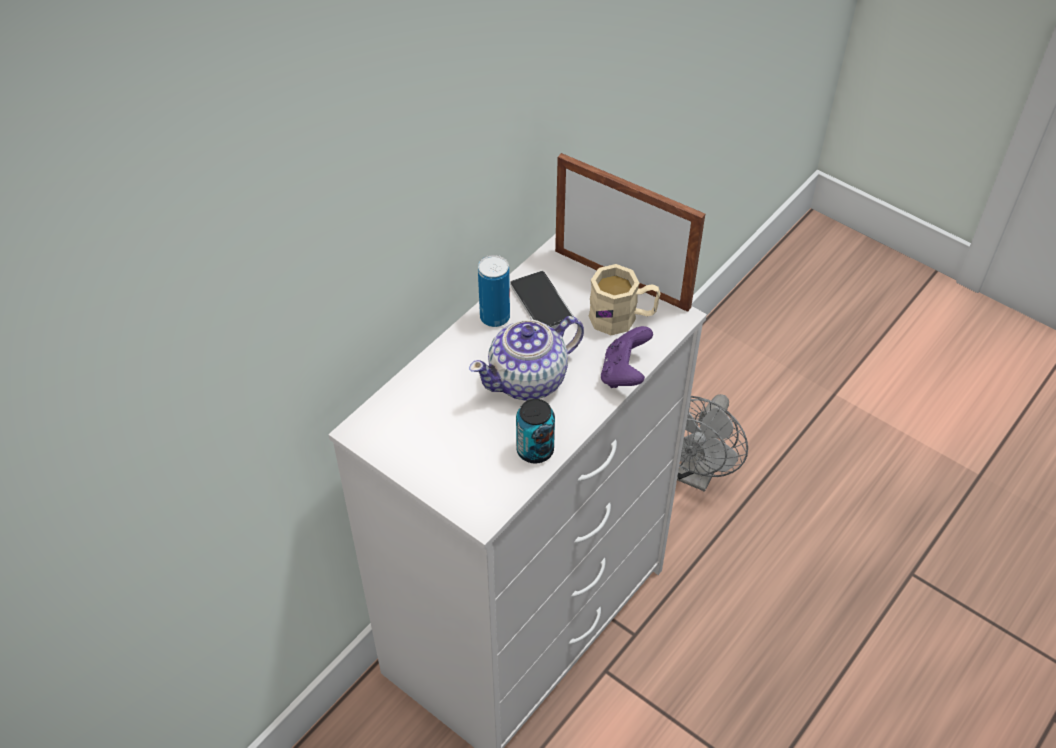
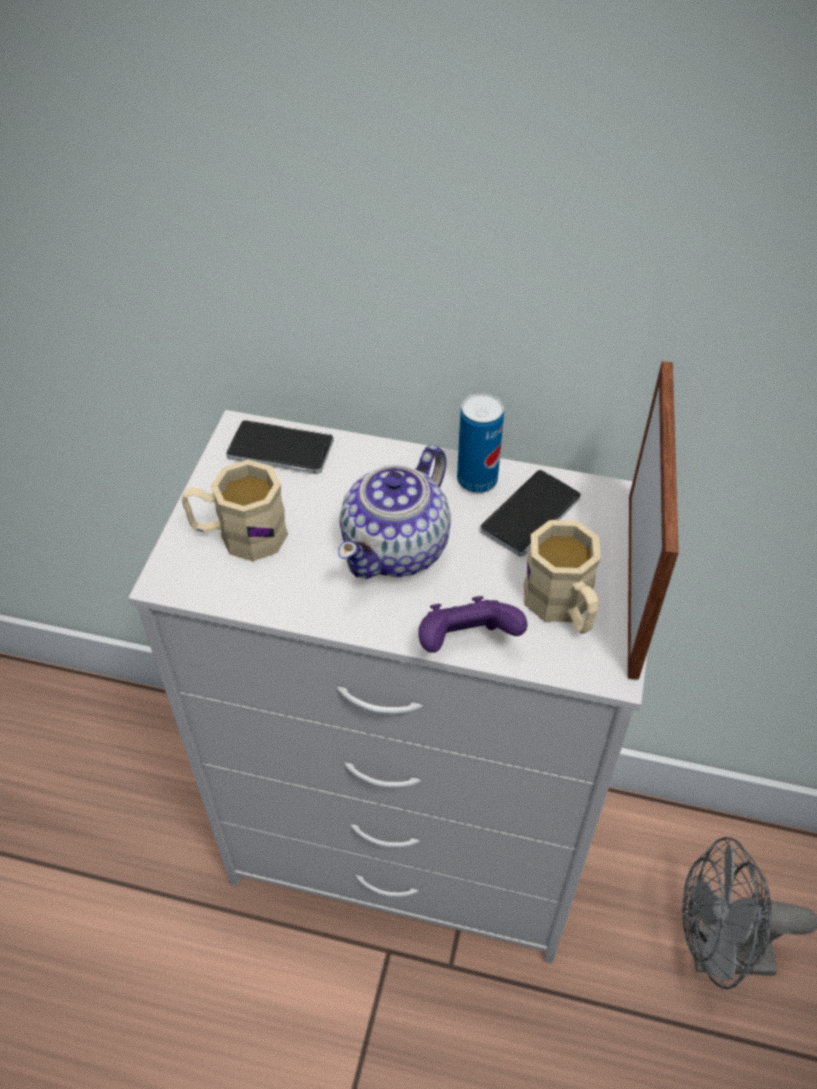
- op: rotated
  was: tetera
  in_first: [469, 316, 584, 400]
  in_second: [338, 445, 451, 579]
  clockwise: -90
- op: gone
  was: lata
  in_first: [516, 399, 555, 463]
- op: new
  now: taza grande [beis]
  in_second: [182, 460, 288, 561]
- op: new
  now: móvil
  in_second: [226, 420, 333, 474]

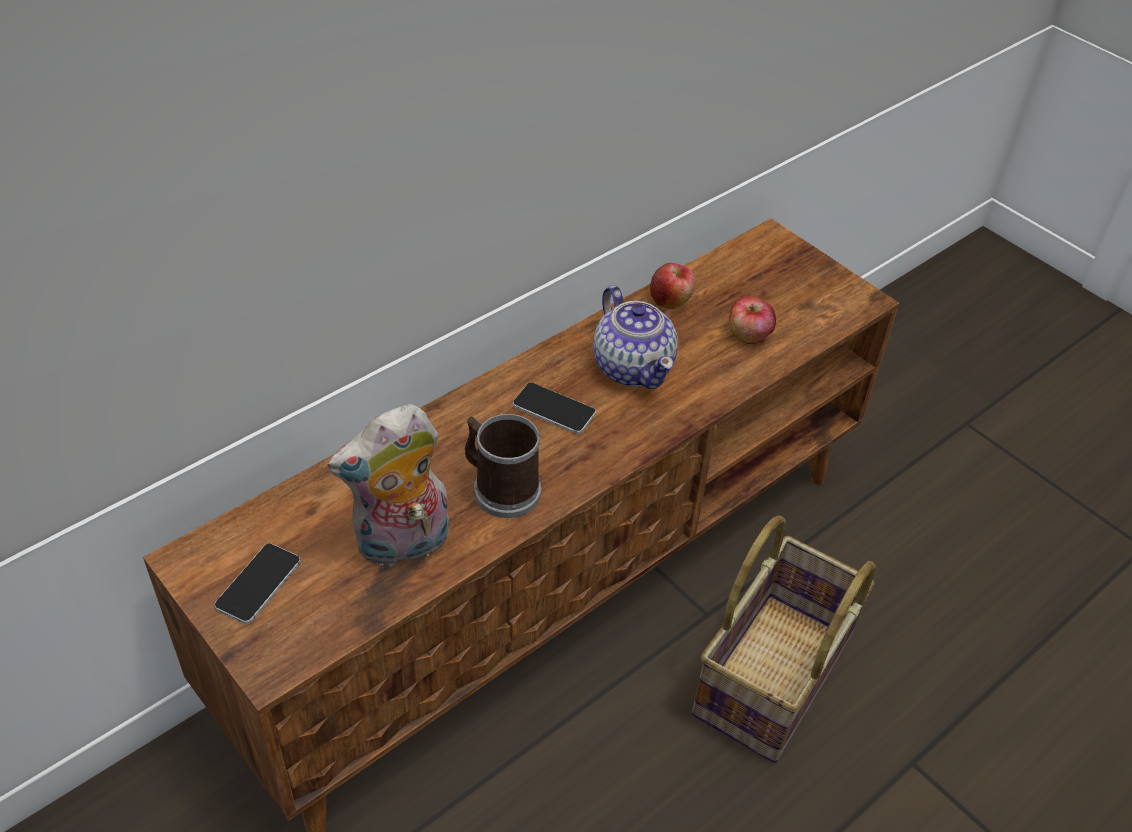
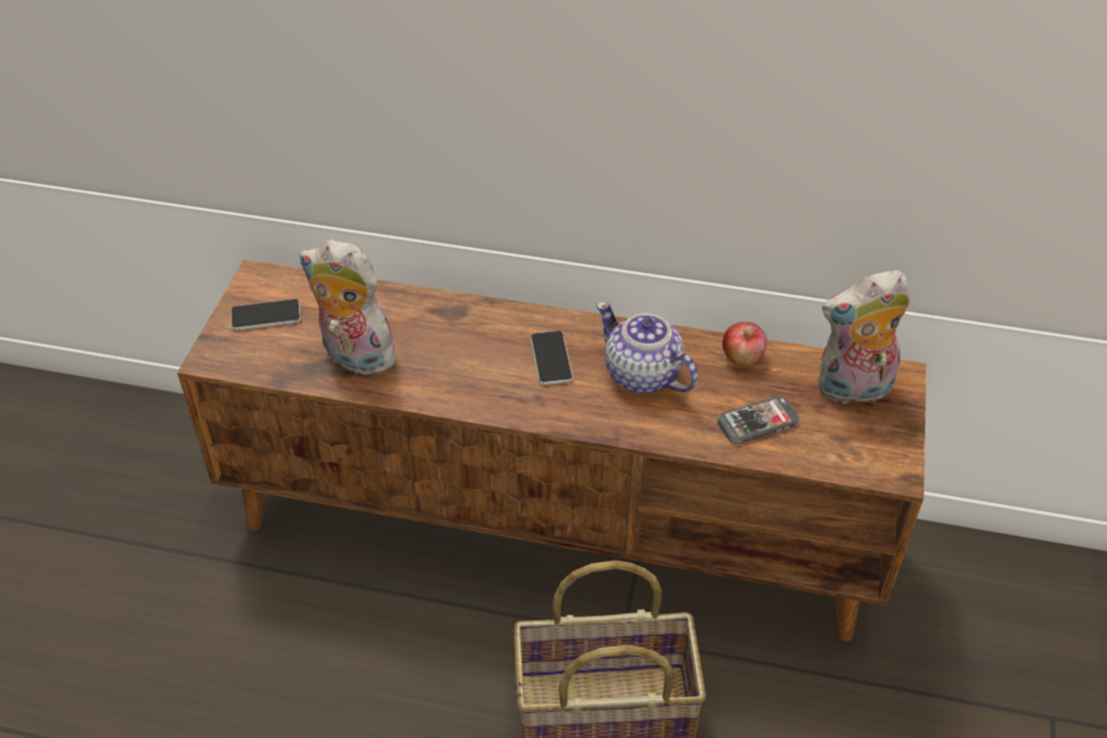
- op: gone
  was: taza grande
  in_first: [465, 414, 541, 518]
- op: rotated
  was: tetera
  in_first: [593, 285, 678, 389]
  in_second: [596, 302, 698, 393]
  clockwise: 105
- op: swapped
  was: manzana
  now: móvil
  in_first: [729, 296, 776, 345]
  in_second: [718, 396, 800, 444]
- op: new
  now: peluche
  in_second: [818, 270, 911, 407]

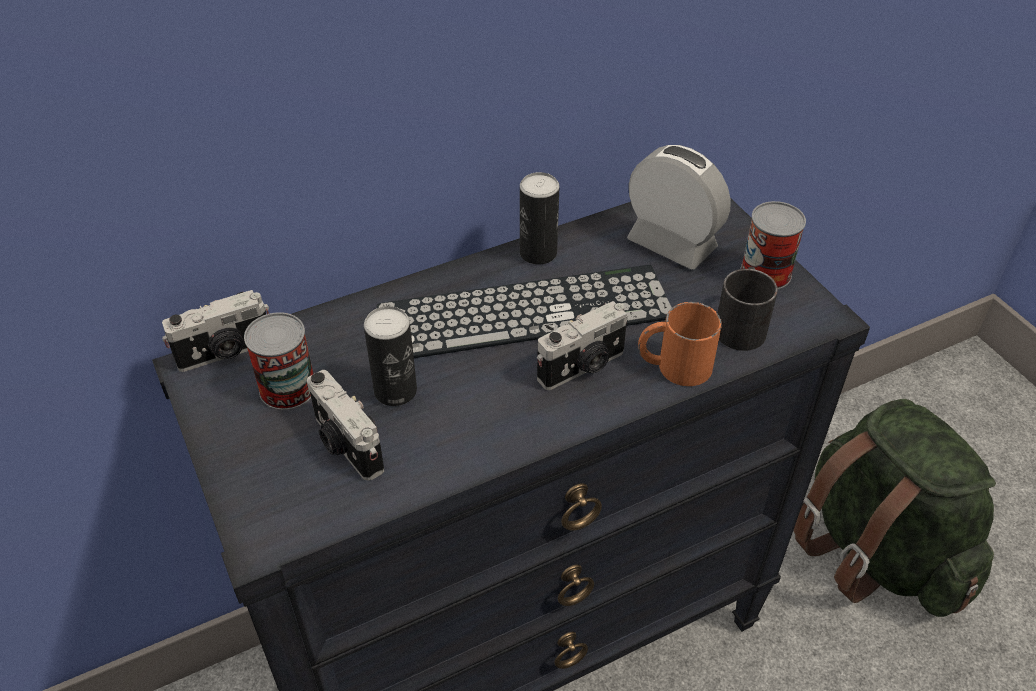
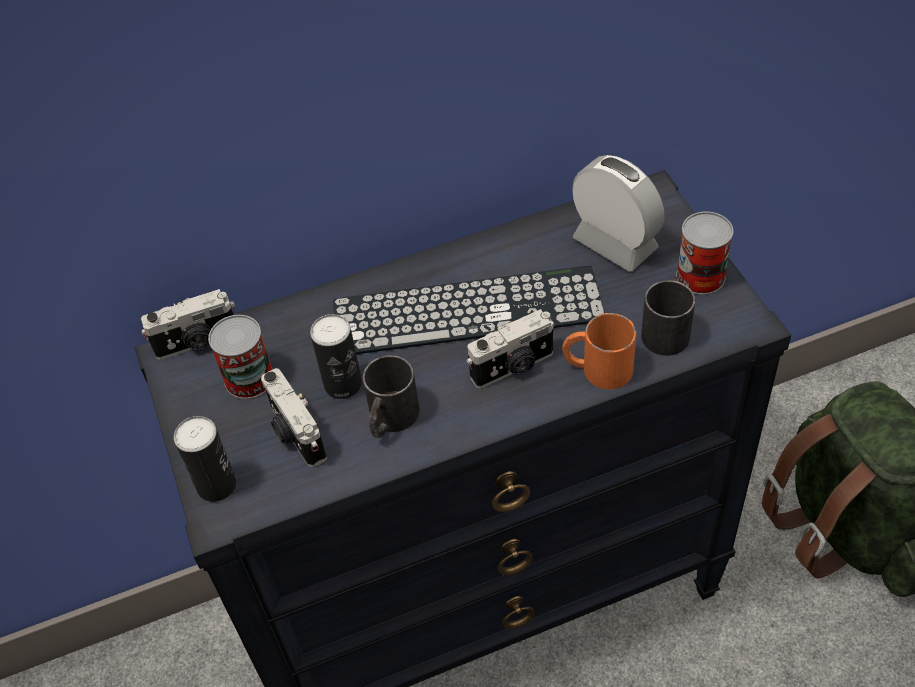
- op: shifted
  was: lata
  in_first: [520, 172, 559, 265]
  in_second: [174, 416, 237, 502]
- op: new
  now: taza grande [negro]
  in_second: [363, 355, 420, 438]

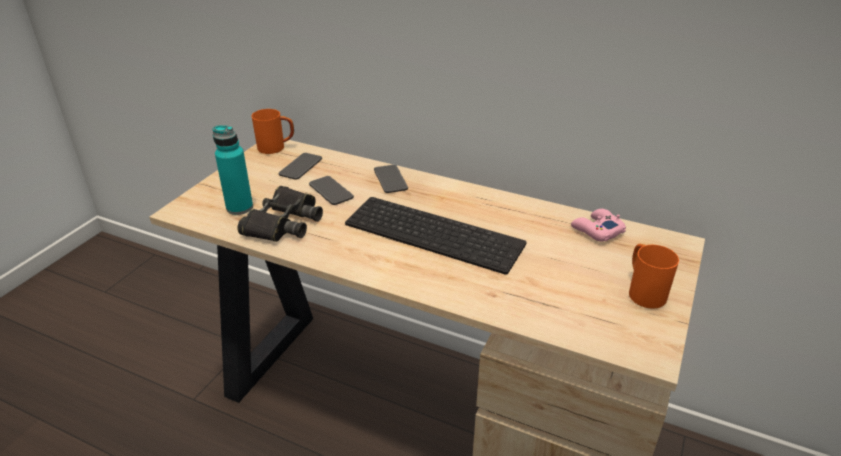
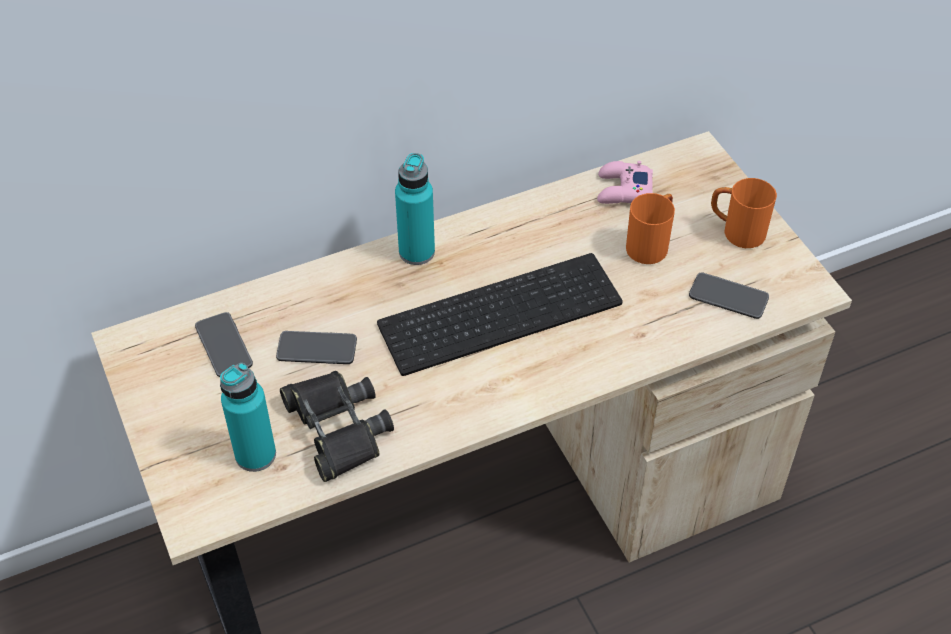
- op: shifted
  was: taza grande [naranja]
  in_first: [252, 109, 294, 154]
  in_second: [626, 193, 675, 264]
- op: shifted
  was: móvil
  in_first: [374, 165, 408, 193]
  in_second: [689, 272, 769, 319]
- op: new
  now: botella [turquesa]
  in_second: [395, 153, 435, 265]

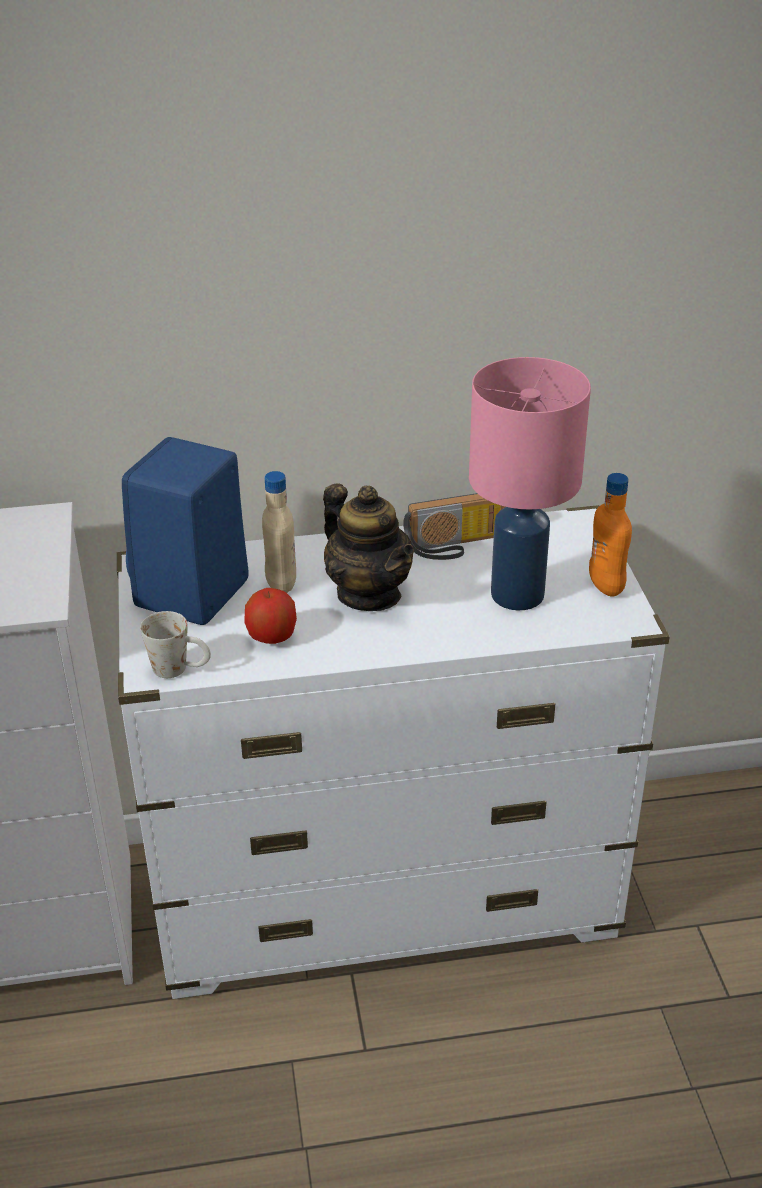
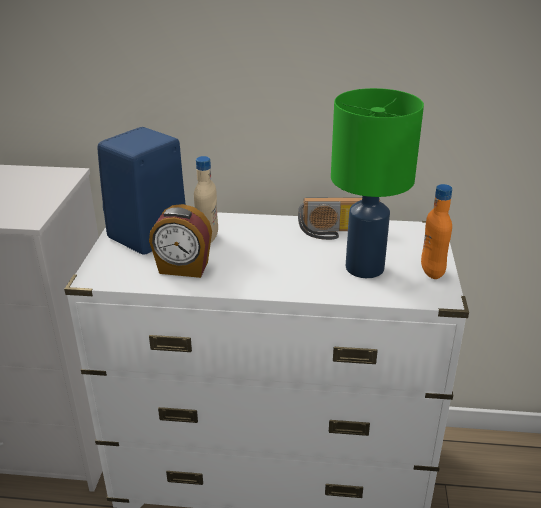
- op: gone
  was: taza grande [blanco]
  in_first: [140, 611, 211, 678]
- op: swapped
  was: manzana
  now: despertador
  in_first: [244, 588, 297, 644]
  in_second: [149, 204, 212, 278]
- op: gone
  was: tetera
  in_first: [323, 483, 414, 611]
- op: repainted
  was: lámpara de mesa [rosa]
  now: lámpara de mesa [verde]
  in_first: [469, 357, 591, 610]
  in_second: [331, 88, 424, 278]

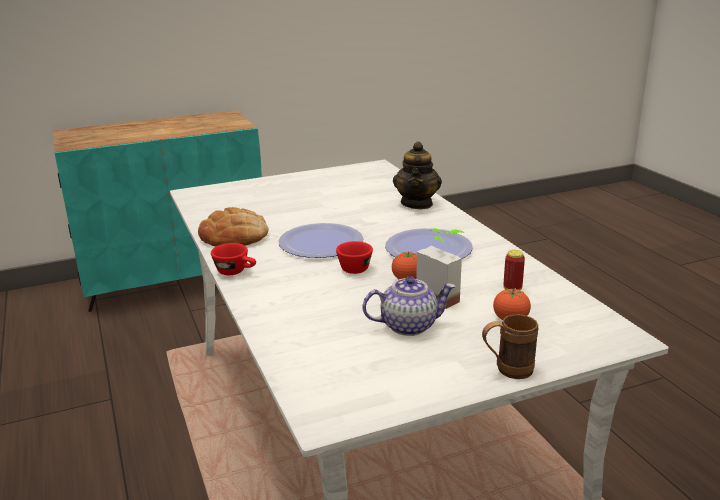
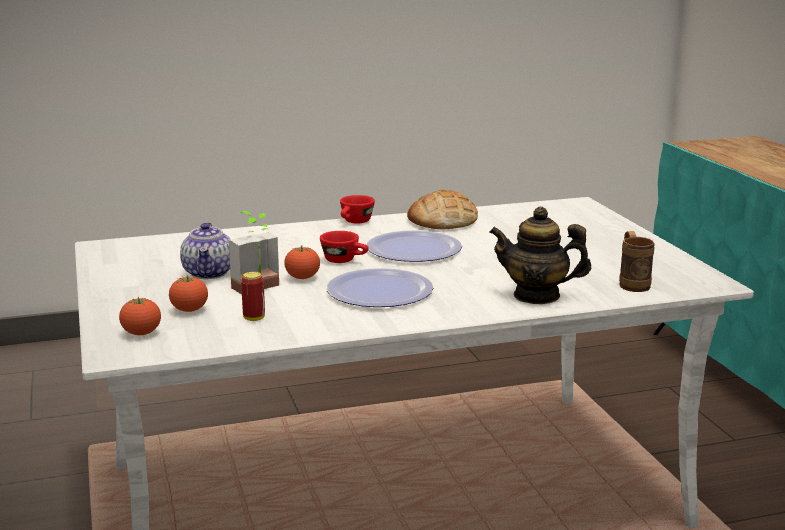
- op: shifted
  was: taza grande [marrón]
  in_first: [482, 314, 539, 379]
  in_second: [619, 231, 655, 292]
- op: new
  now: tomate
  in_second: [119, 297, 161, 335]

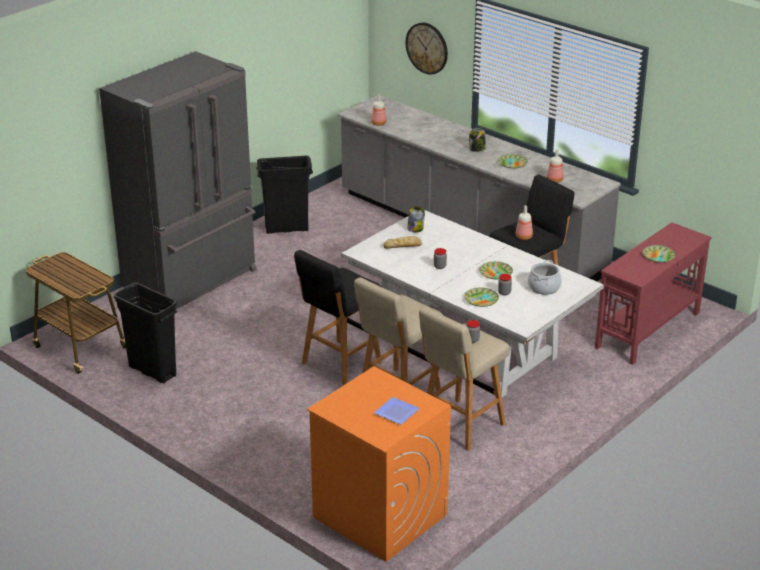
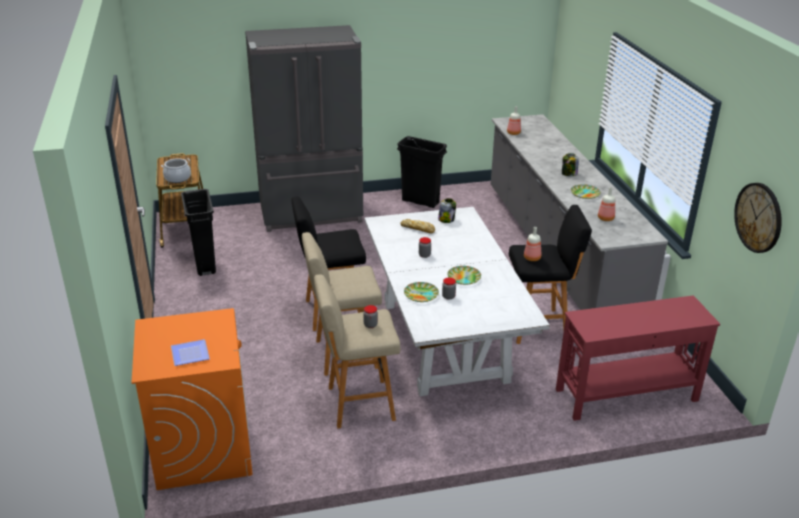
- op: shifted
  was: reloj de pared
  in_first: [406, 23, 448, 74]
  in_second: [734, 183, 782, 253]
- op: shifted
  was: olla
  in_first: [528, 260, 562, 295]
  in_second: [161, 158, 191, 183]
- op: gone
  was: plato
  in_first: [643, 245, 676, 263]

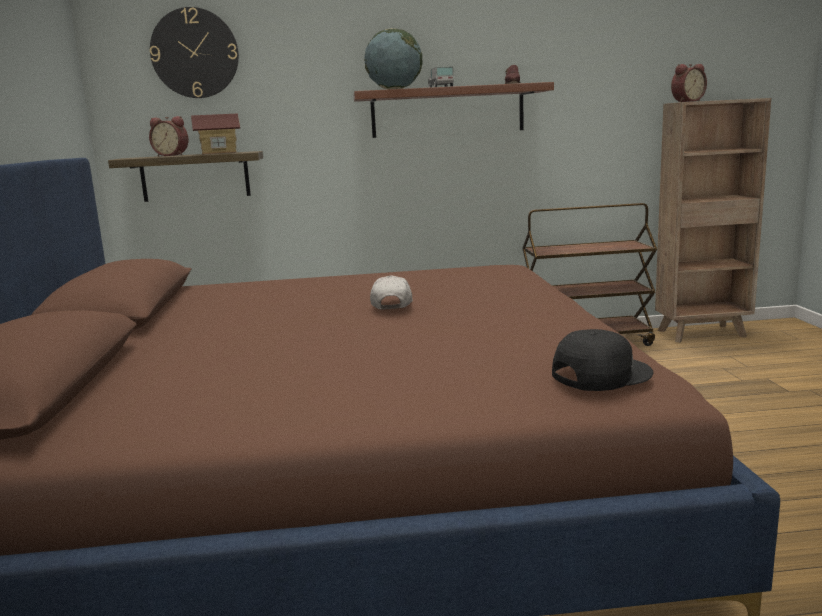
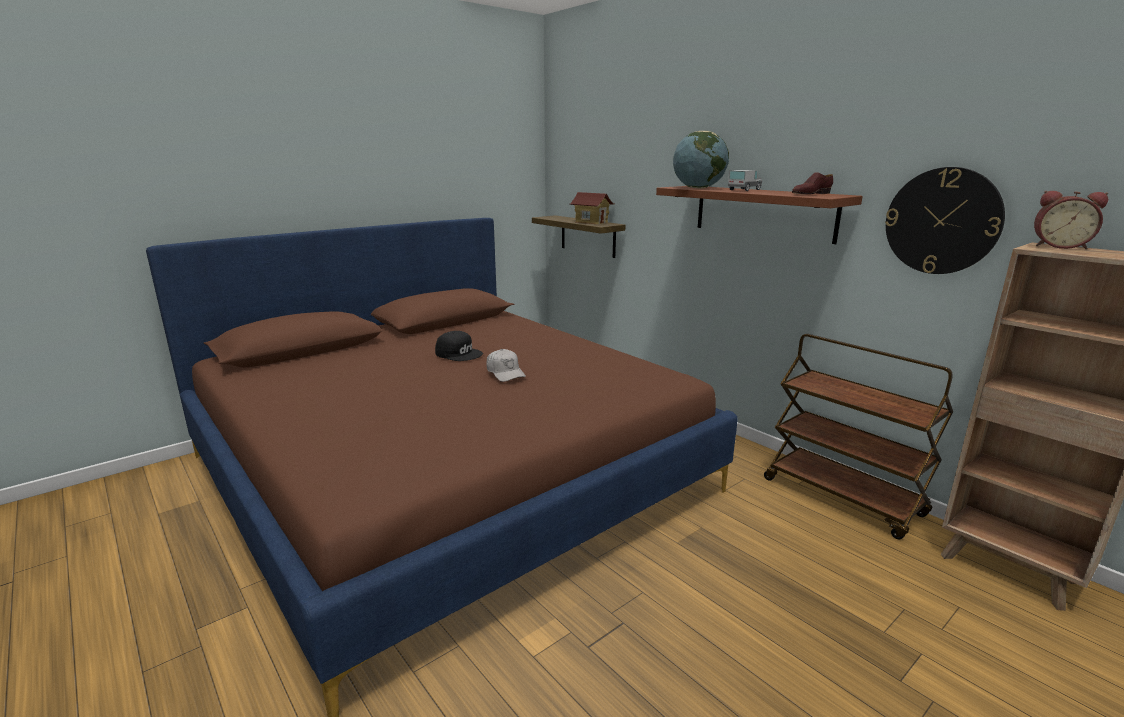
- op: gone
  was: despertador
  in_first: [149, 116, 189, 156]
- op: shifted
  was: reloj de pared
  in_first: [150, 7, 239, 98]
  in_second: [885, 167, 1005, 274]
- op: rotated
  was: gorra [blanco]
  in_first: [370, 276, 413, 310]
  in_second: [486, 349, 526, 382]
  clockwise: 90
- op: shifted
  was: gorra [negro]
  in_first: [552, 329, 653, 391]
  in_second: [435, 331, 483, 361]

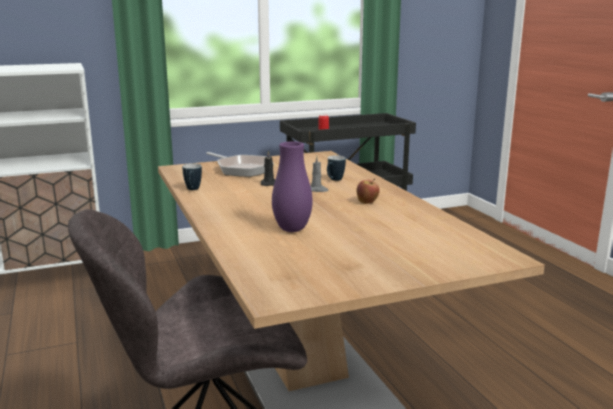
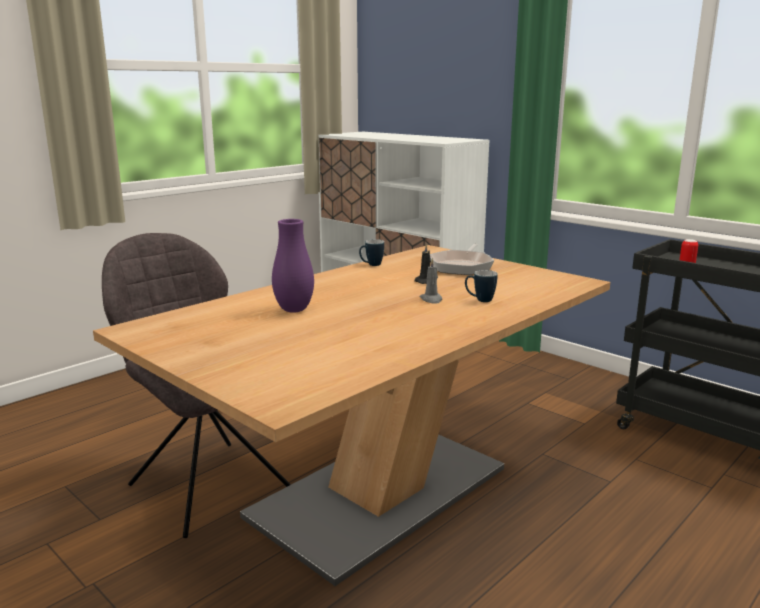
- op: gone
  was: manzana
  in_first: [356, 179, 380, 204]

